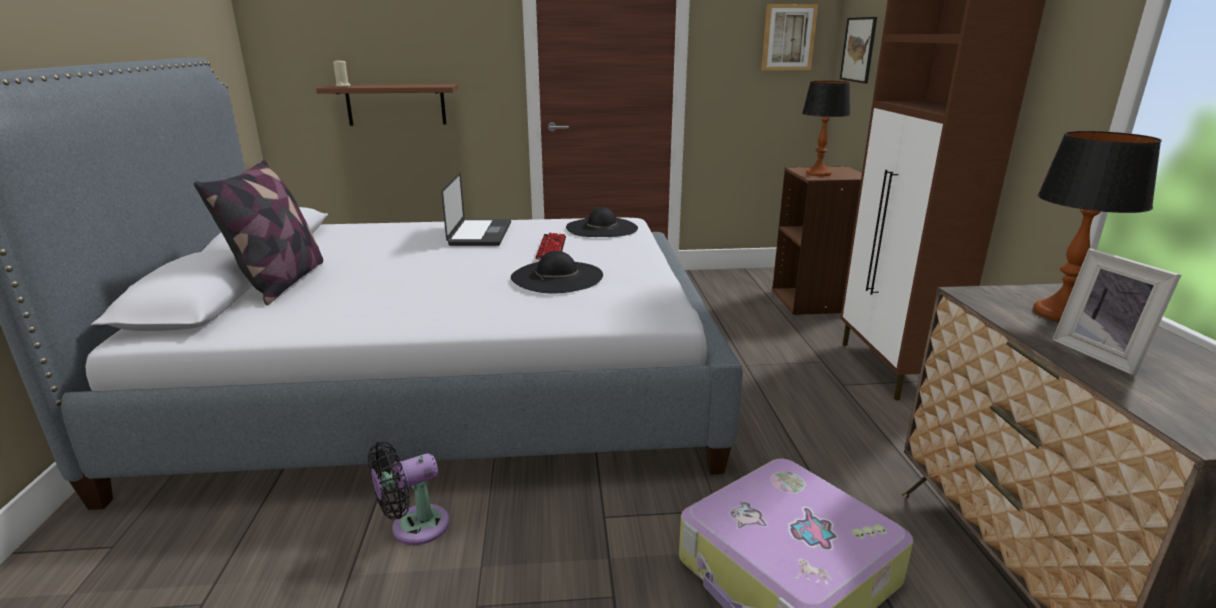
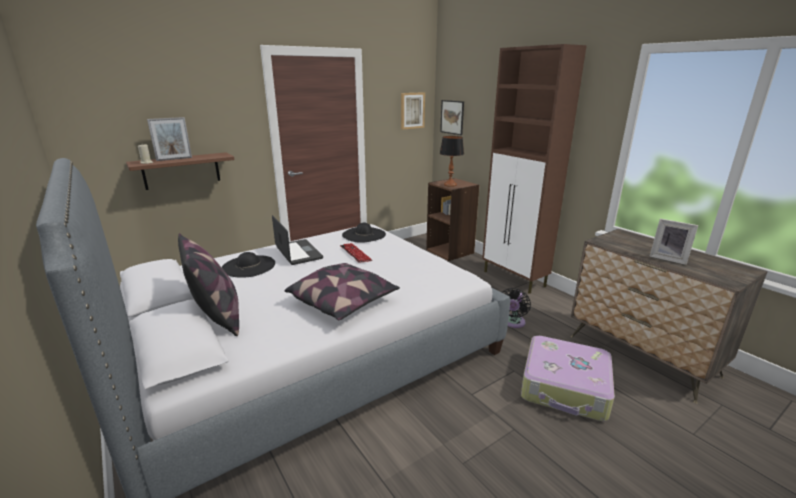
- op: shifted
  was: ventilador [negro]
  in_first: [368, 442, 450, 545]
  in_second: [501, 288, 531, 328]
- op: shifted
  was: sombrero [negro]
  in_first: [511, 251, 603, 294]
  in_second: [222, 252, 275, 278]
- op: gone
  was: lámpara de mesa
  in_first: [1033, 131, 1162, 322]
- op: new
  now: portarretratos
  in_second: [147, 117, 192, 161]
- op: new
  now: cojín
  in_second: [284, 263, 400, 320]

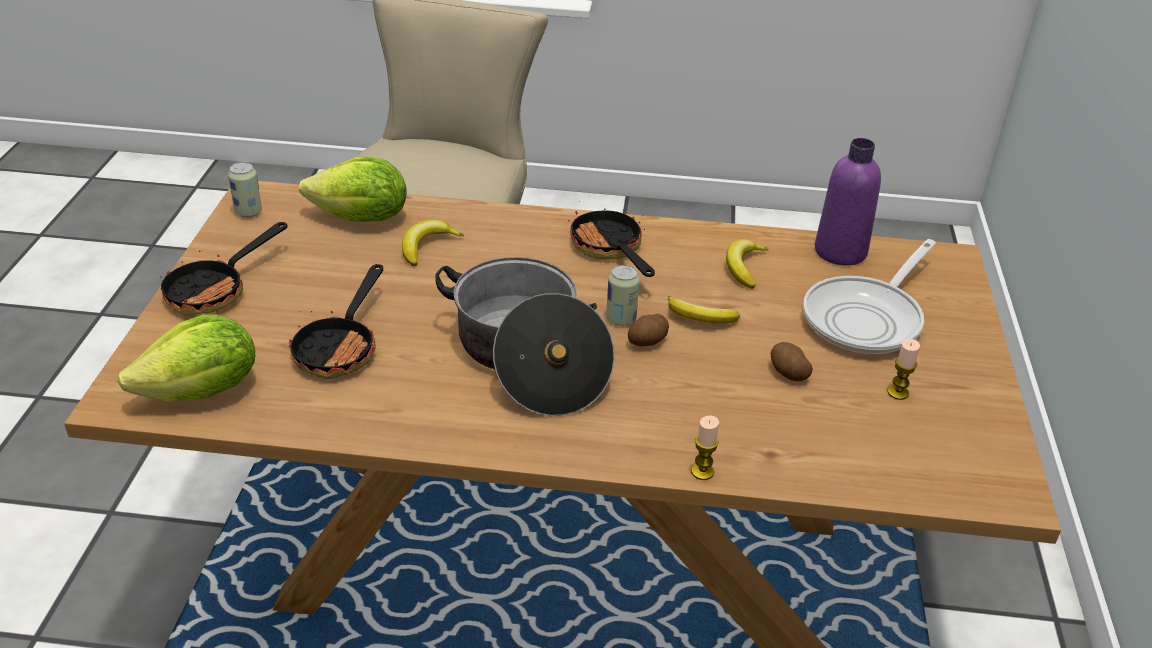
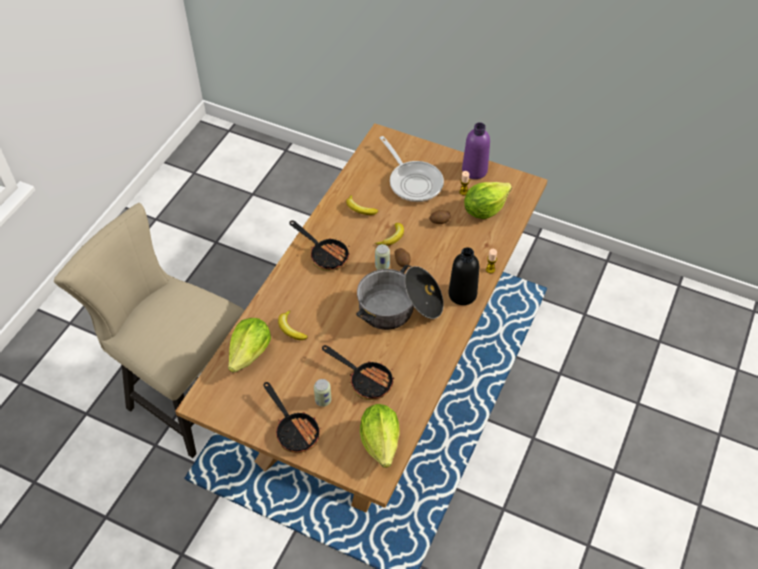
- op: shifted
  was: lata
  in_first: [228, 162, 262, 217]
  in_second: [314, 379, 331, 407]
- op: rotated
  was: sartén
  in_first: [568, 201, 655, 277]
  in_second: [289, 220, 349, 271]
  clockwise: -135
- op: shifted
  was: botella [morado]
  in_first: [815, 138, 881, 266]
  in_second: [462, 122, 490, 179]
- op: new
  now: botella [negro]
  in_second: [448, 248, 479, 305]
- op: new
  now: lechuga
  in_second: [464, 182, 512, 219]

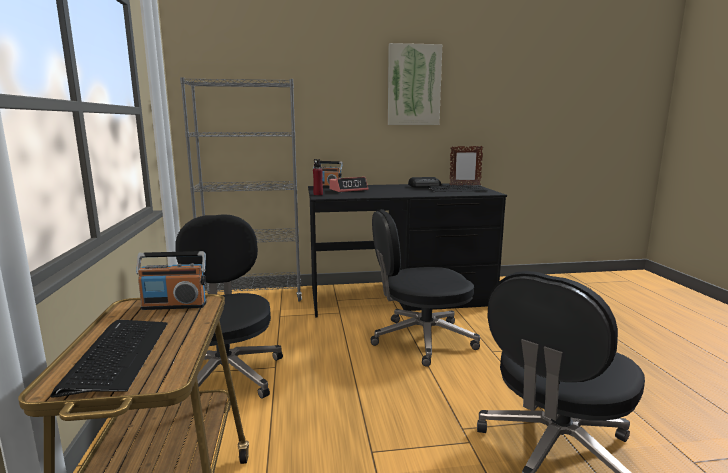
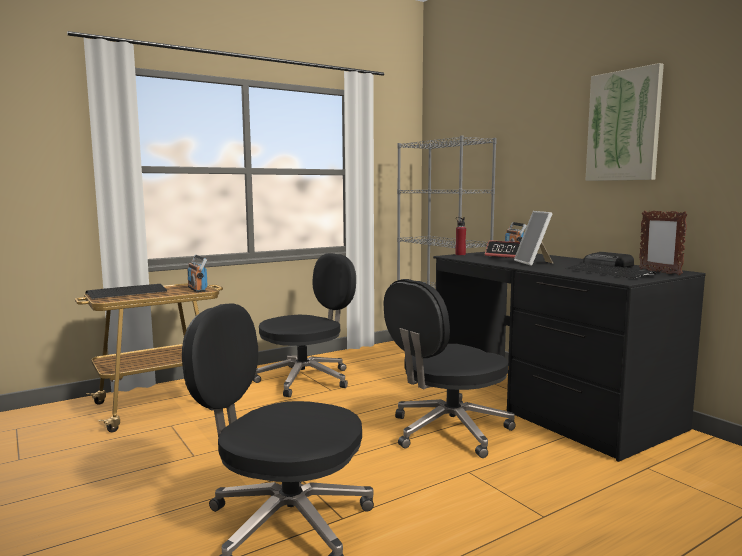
- op: rotated
  was: silla de oficina [negro]
  in_first: [371, 209, 480, 367]
  in_second: [383, 279, 516, 458]
  clockwise: -90
- op: new
  now: portarretratos
  in_second: [514, 211, 553, 266]

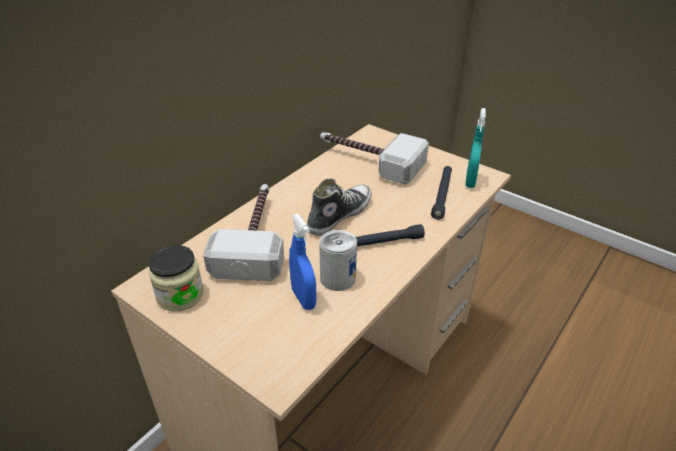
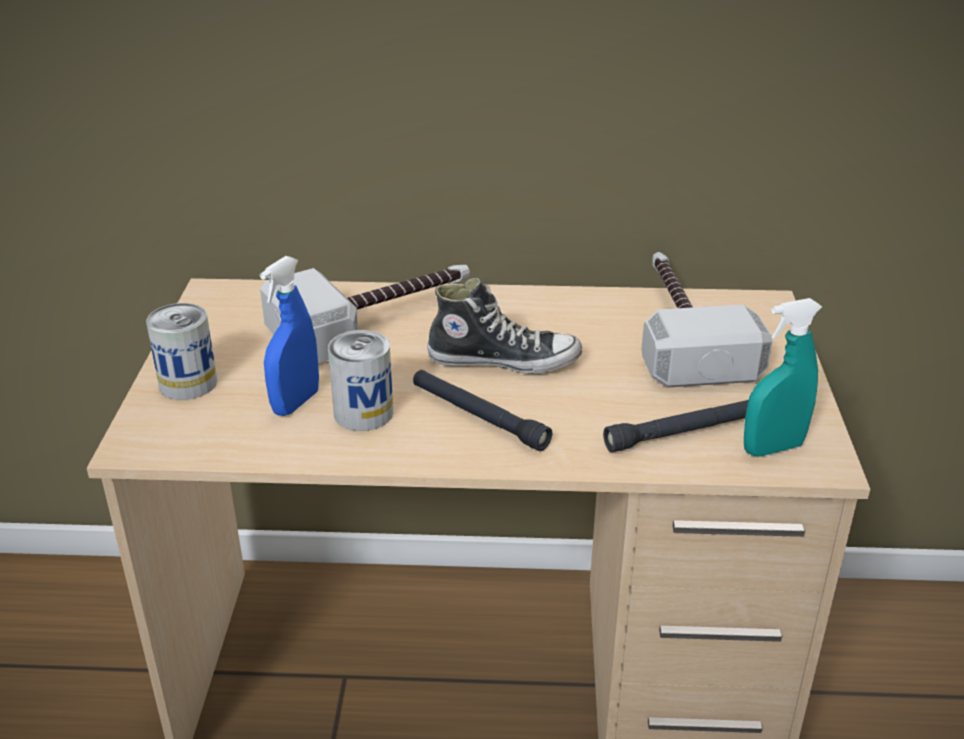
- op: gone
  was: tarro
  in_first: [148, 245, 204, 312]
- op: new
  now: lata
  in_second: [146, 303, 218, 400]

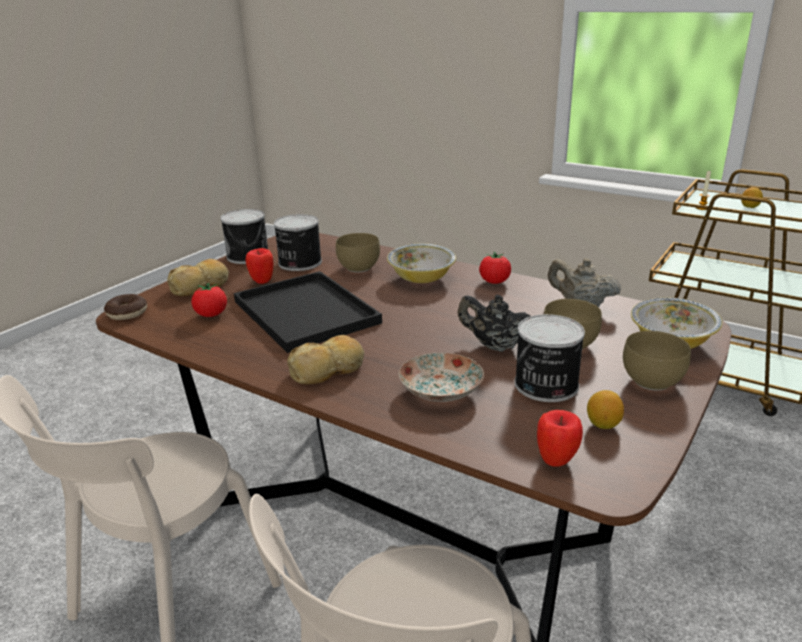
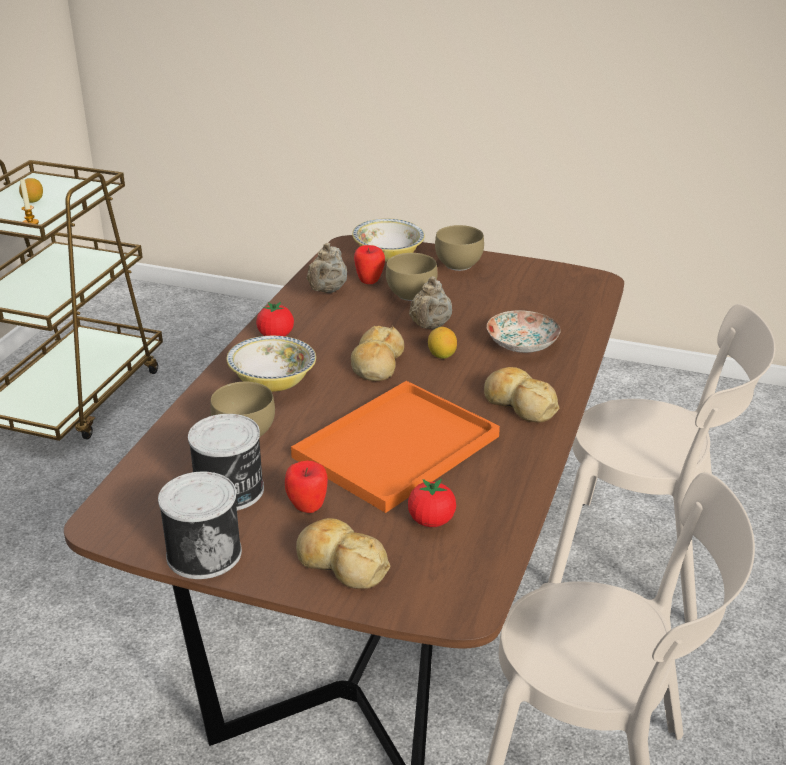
- op: gone
  was: rosquilla
  in_first: [104, 294, 147, 320]
- op: repainted
  was: bandeja [negro]
  now: bandeja [naranja]
  in_first: [234, 271, 382, 353]
  in_second: [291, 381, 500, 513]
- op: repainted
  was: tetera [negro]
  now: tetera [beis]
  in_first: [458, 294, 530, 352]
  in_second: [409, 276, 452, 329]
- op: gone
  was: lata
  in_first: [515, 314, 585, 402]
- op: shifted
  was: manzana
  in_first: [537, 410, 583, 467]
  in_second: [354, 245, 385, 284]
- op: shifted
  was: limón
  in_first: [587, 390, 624, 429]
  in_second: [428, 327, 457, 359]
- op: new
  now: pan
  in_second: [351, 326, 404, 381]

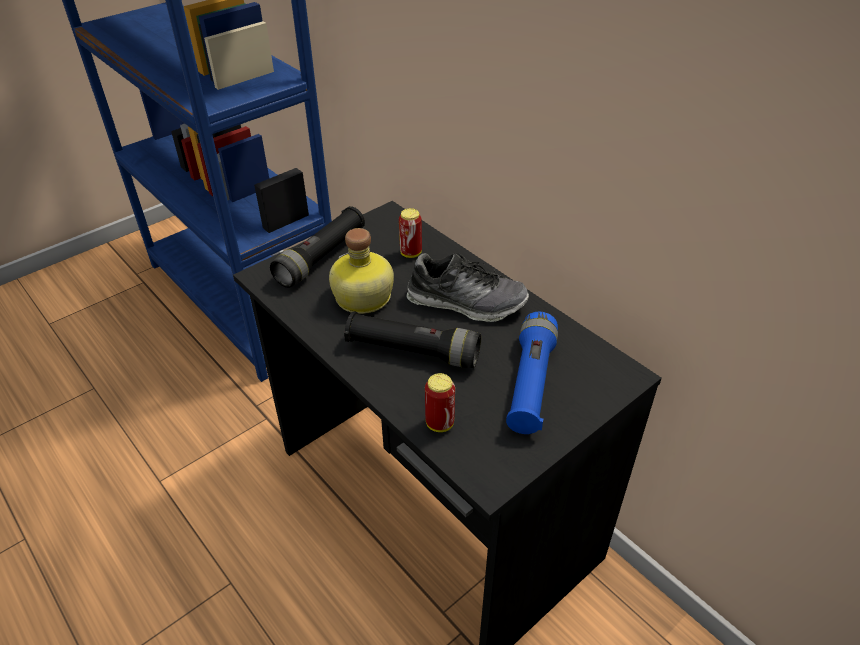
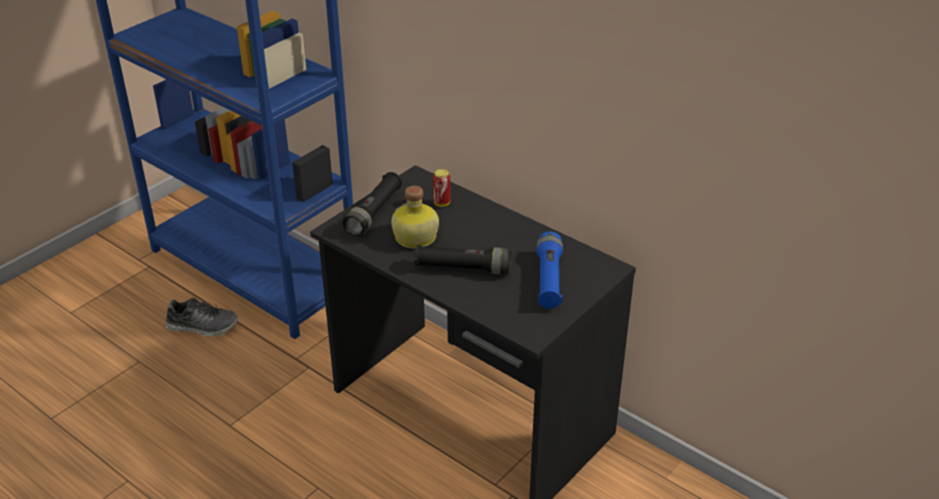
- op: shifted
  was: zapato
  in_first: [407, 253, 529, 322]
  in_second: [166, 298, 238, 337]
- op: gone
  was: lata
  in_first: [425, 373, 455, 432]

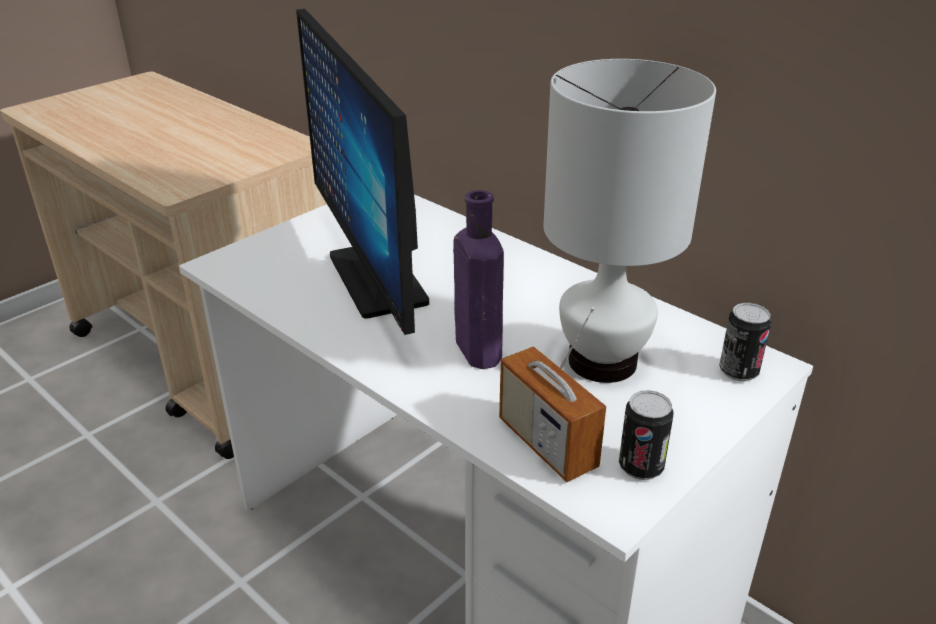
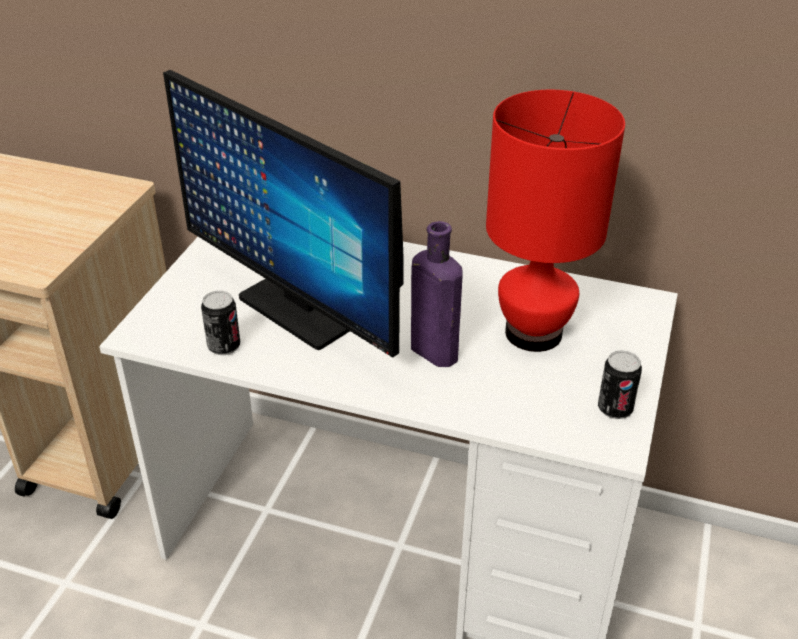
- op: gone
  was: radio
  in_first: [499, 307, 606, 482]
- op: repainted
  was: lámpara de mesa [blanco]
  now: lámpara de mesa [rojo]
  in_first: [543, 59, 716, 383]
  in_second: [486, 90, 625, 352]
- op: shifted
  was: lata
  in_first: [719, 303, 771, 381]
  in_second: [201, 291, 240, 355]

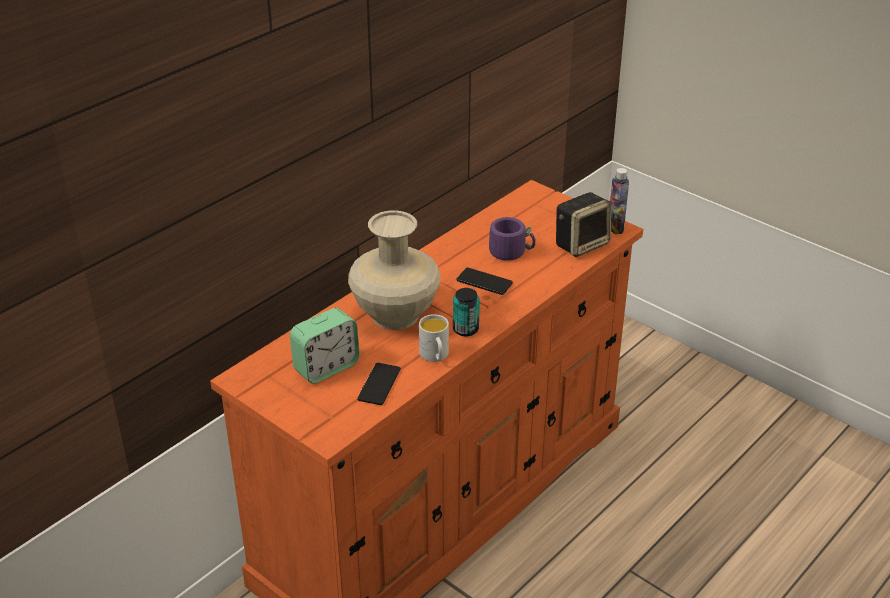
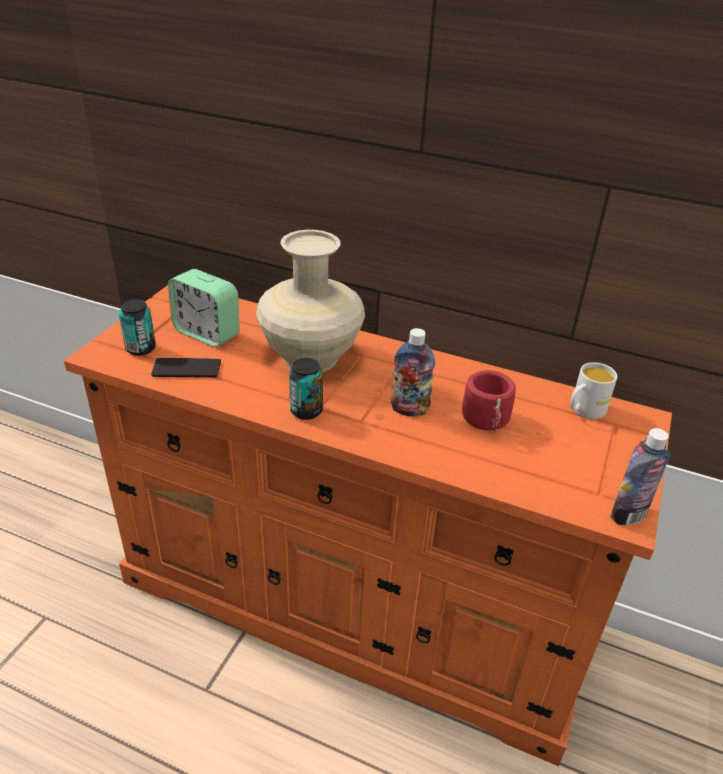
- op: shifted
  was: taza grande [blanco]
  in_first: [419, 314, 449, 362]
  in_second: [570, 362, 617, 419]
- op: swapped
  was: móvil
  now: botella
  in_first: [456, 267, 513, 295]
  in_second: [391, 328, 435, 416]
- op: repainted
  was: taza grande [morado]
  now: taza grande [rojo]
  in_first: [489, 217, 536, 261]
  in_second: [462, 370, 516, 432]
- op: gone
  was: altavoz
  in_first: [556, 192, 612, 257]
- op: new
  now: lata
  in_second: [119, 299, 156, 356]

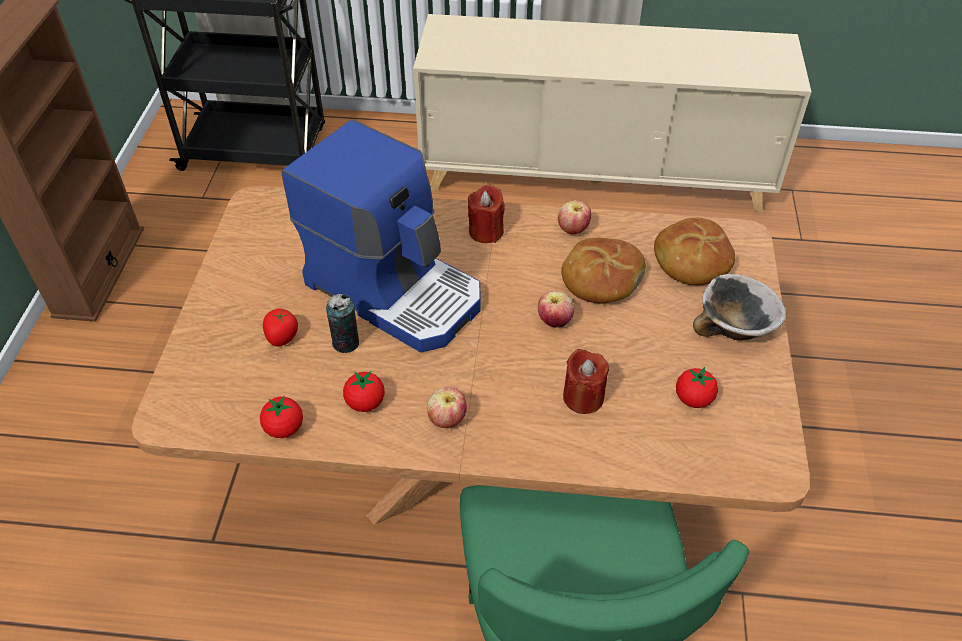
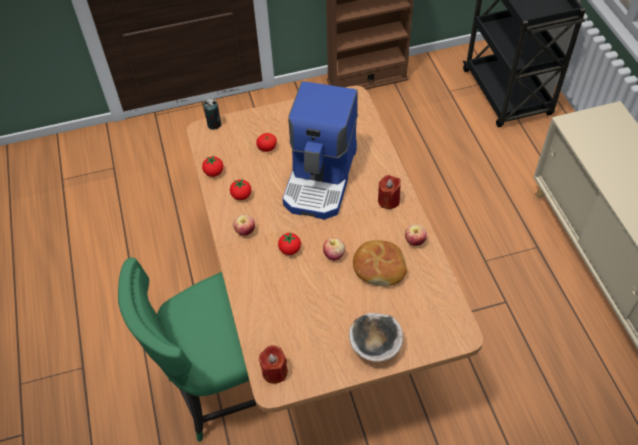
- op: shifted
  was: lata
  in_first: [326, 294, 359, 353]
  in_second: [204, 98, 221, 130]
- op: shifted
  was: vela [rojo]
  in_first: [563, 349, 609, 414]
  in_second: [259, 345, 288, 384]
- op: gone
  was: pan
  in_first: [654, 218, 735, 285]
- op: shifted
  was: tomate
  in_first: [676, 367, 718, 408]
  in_second: [278, 233, 301, 255]

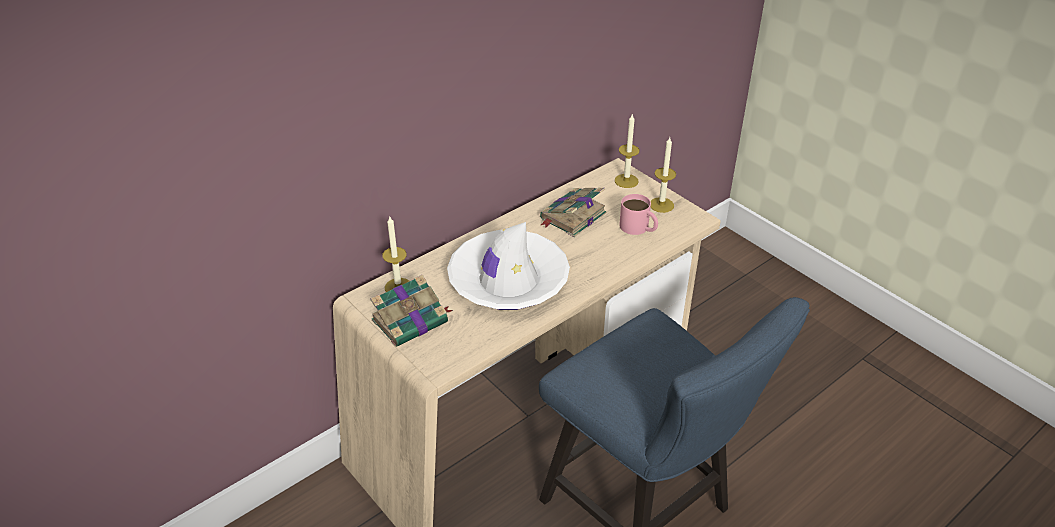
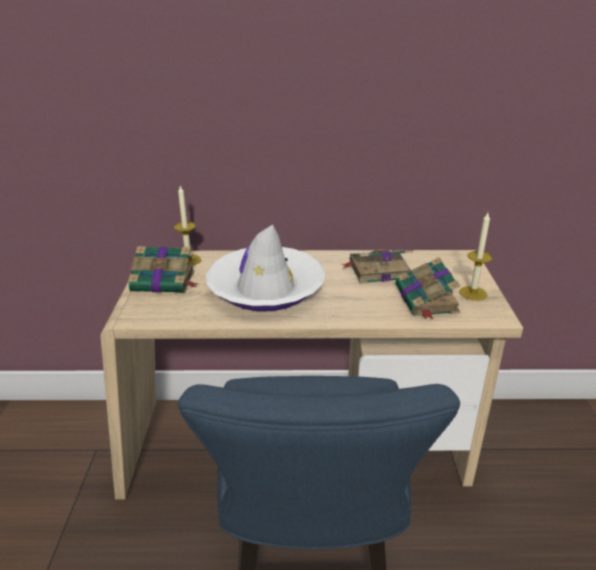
- op: gone
  was: vela
  in_first: [615, 114, 640, 188]
- op: swapped
  was: taza grande [rosa]
  now: libro
  in_first: [619, 194, 658, 235]
  in_second: [396, 257, 460, 320]

